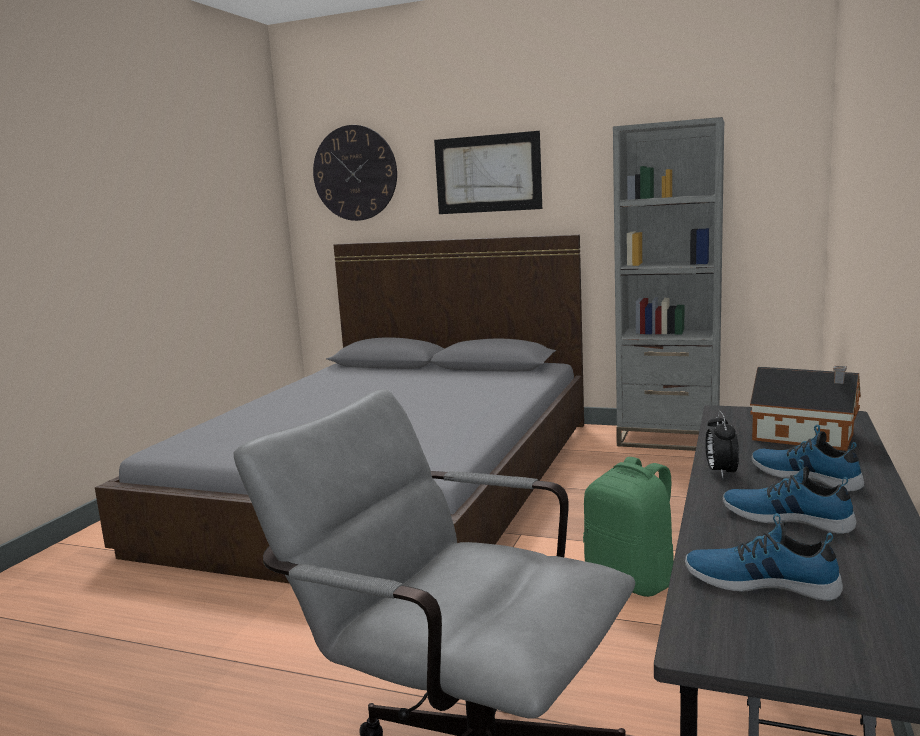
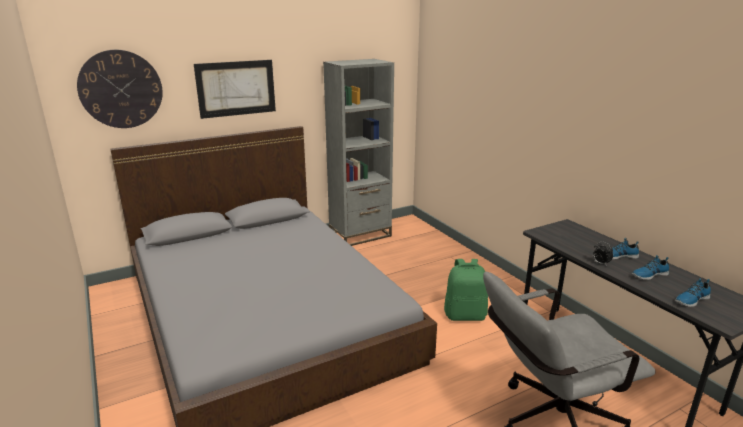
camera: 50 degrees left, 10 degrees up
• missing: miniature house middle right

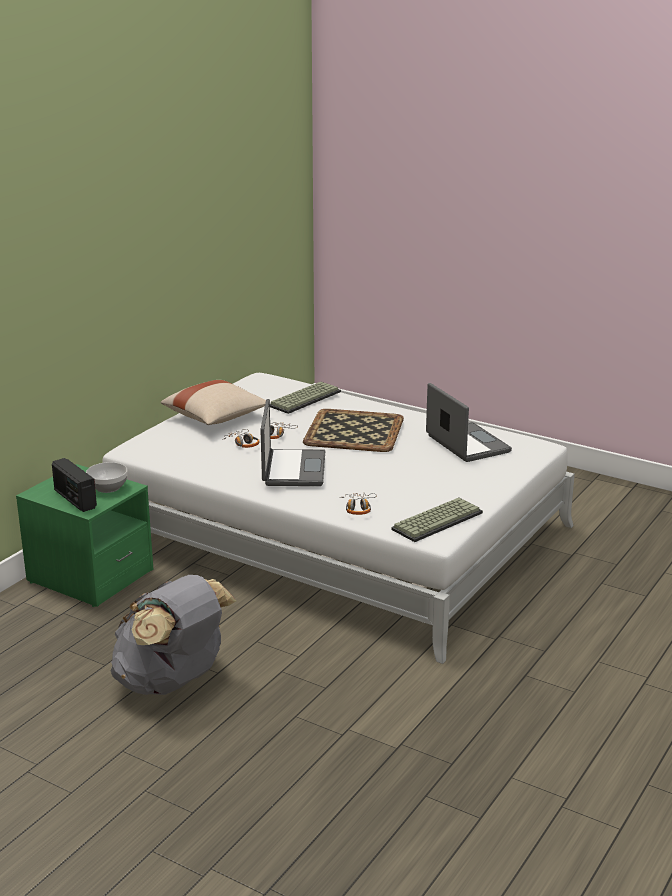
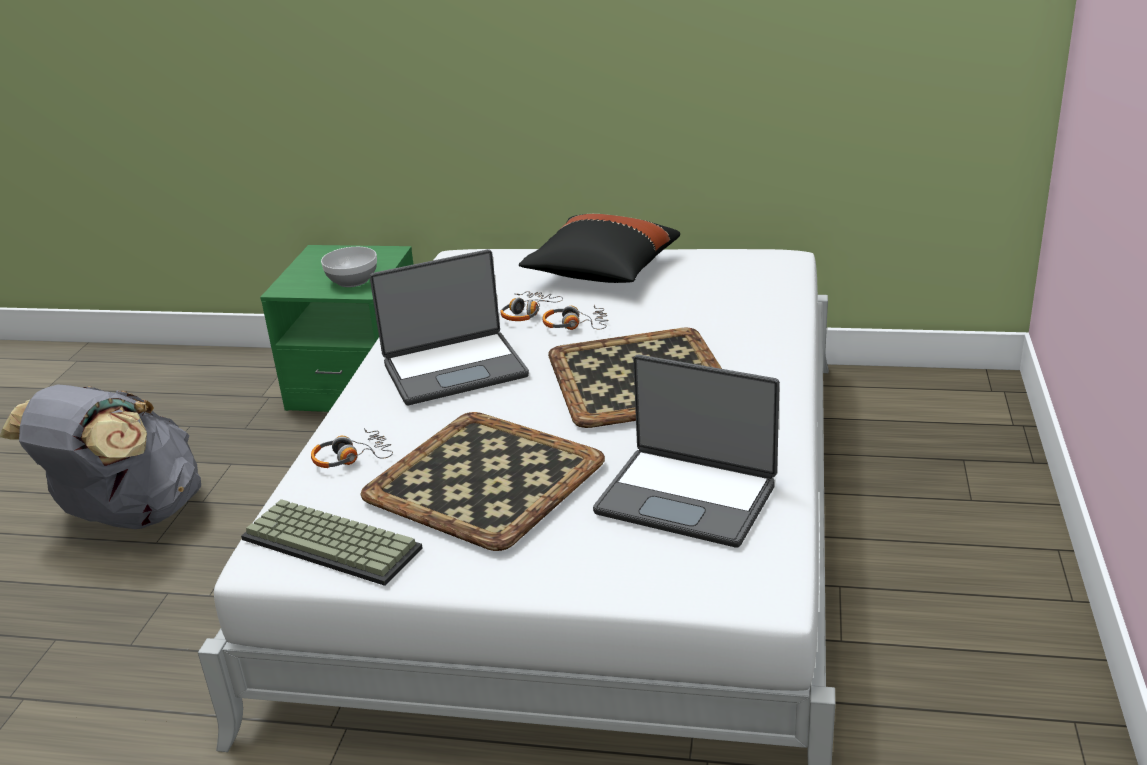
camera: 70 degrees right, 5 degrees up
• colour: beige throw pillow middle left to blackish throw pillow top centre
• missing: keyboard (no. 1 from left) centre
• spun: portable computer (no. 2 from left) middle right = centre 75 degrees clockwise
• missing: radio receiver middle left
• appeared: serving tray (no. 1 from left) centre

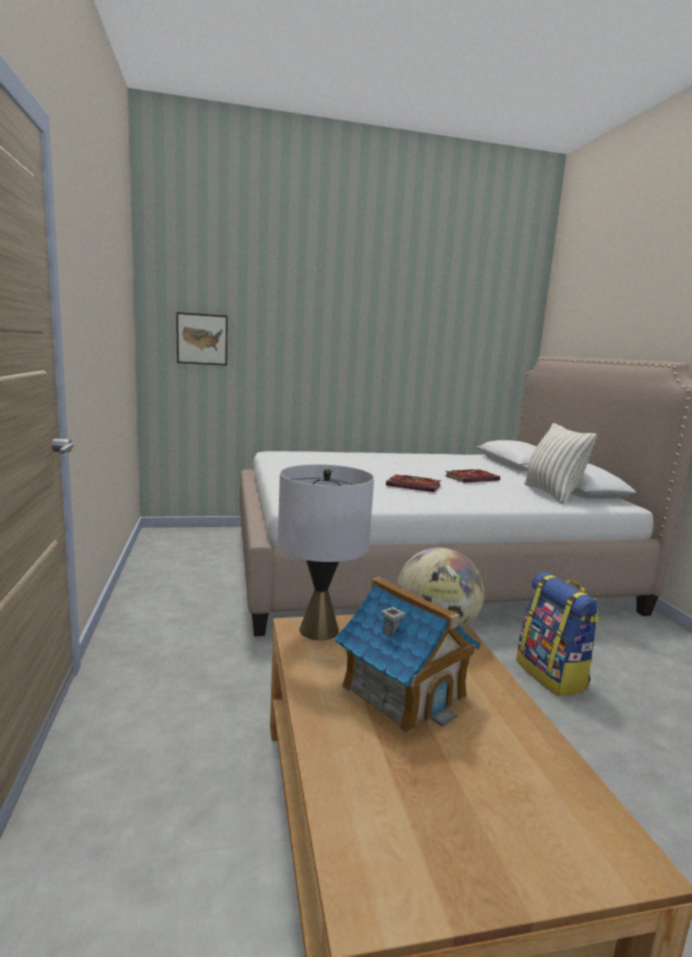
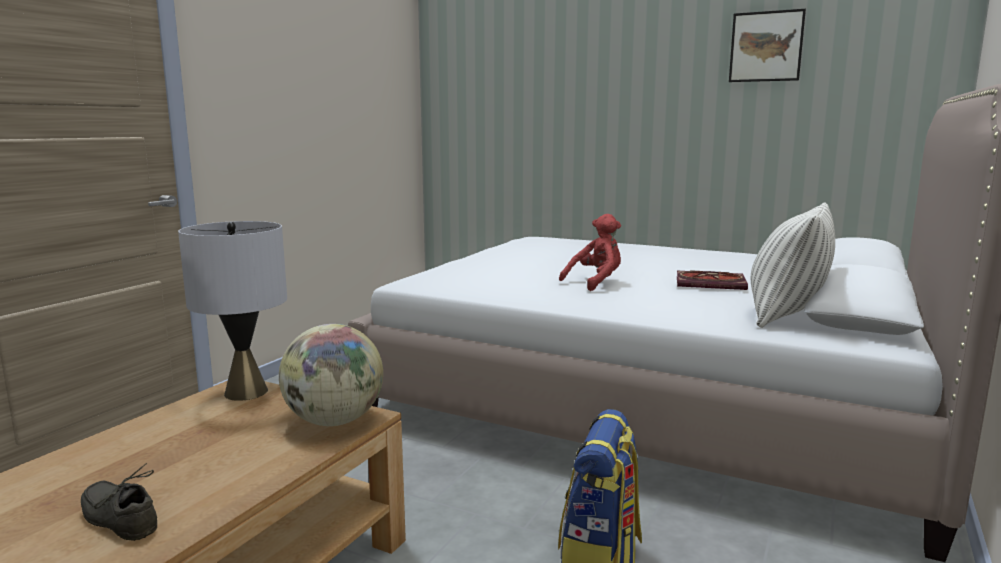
camera: 40 degrees right, 0 degrees up
• relocated: picture middle left to top right
• exchanged: volume (no. 1 from left) centre to red soft toy centre
• missing: miniature house bottom centre
• appeared: grey item of footwear bottom left

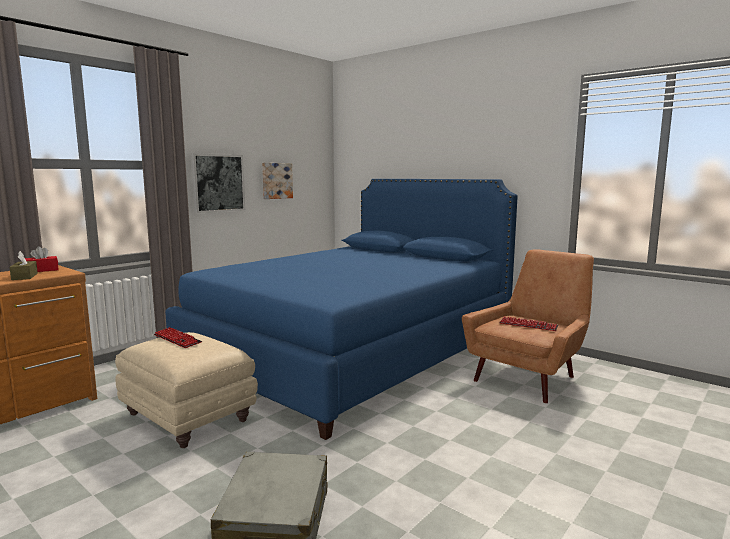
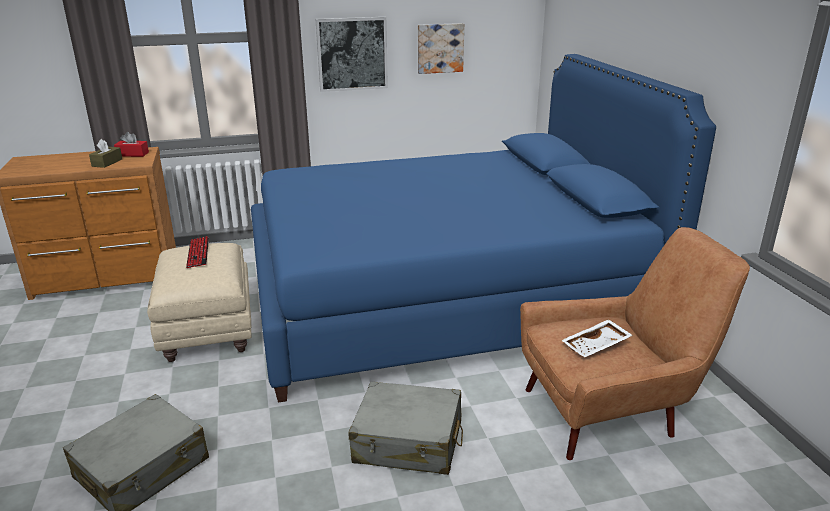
camera: 35 degrees right, 15 degrees up
• exchanged: keyboard (no. 2 from left) middle right to white serving tray middle right
• appeared: grey travel case (no. 2 from left) bottom centre

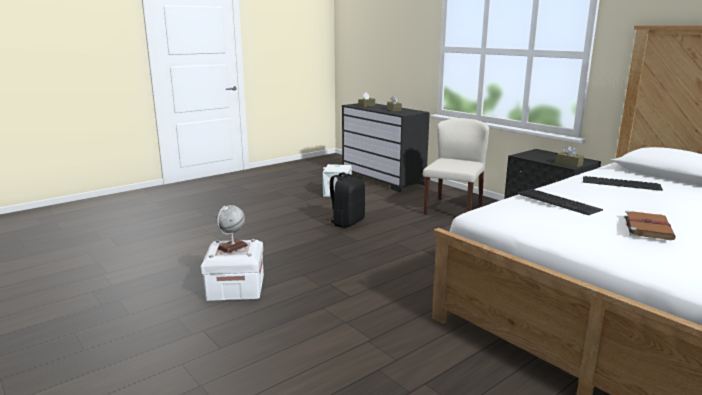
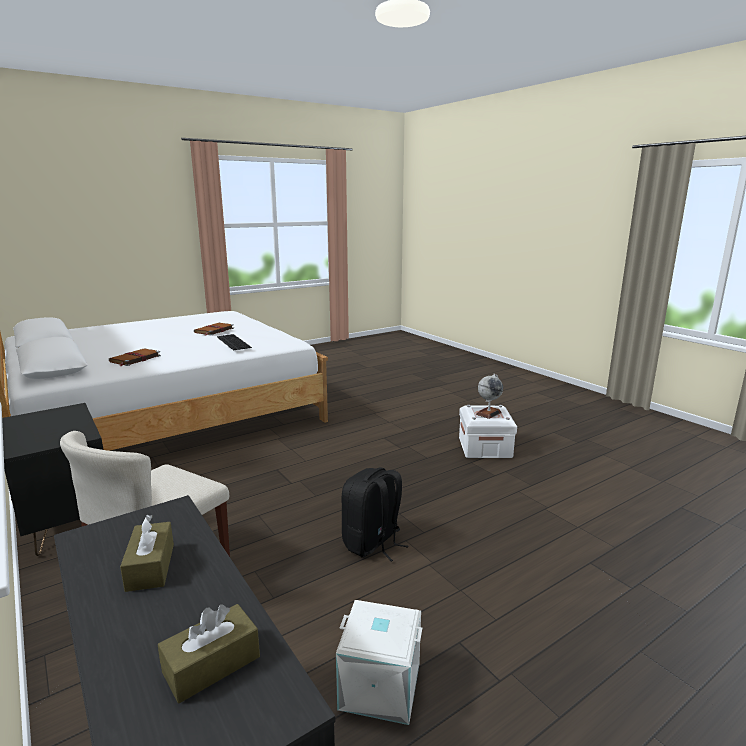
camera: 175 degrees left, 0 degrees up
• missing: brown tissue box (no. 3 from left) middle right
• exchanged: keyboard (no. 2 from left) middle right to brown volume (no. 1 from left) middle left

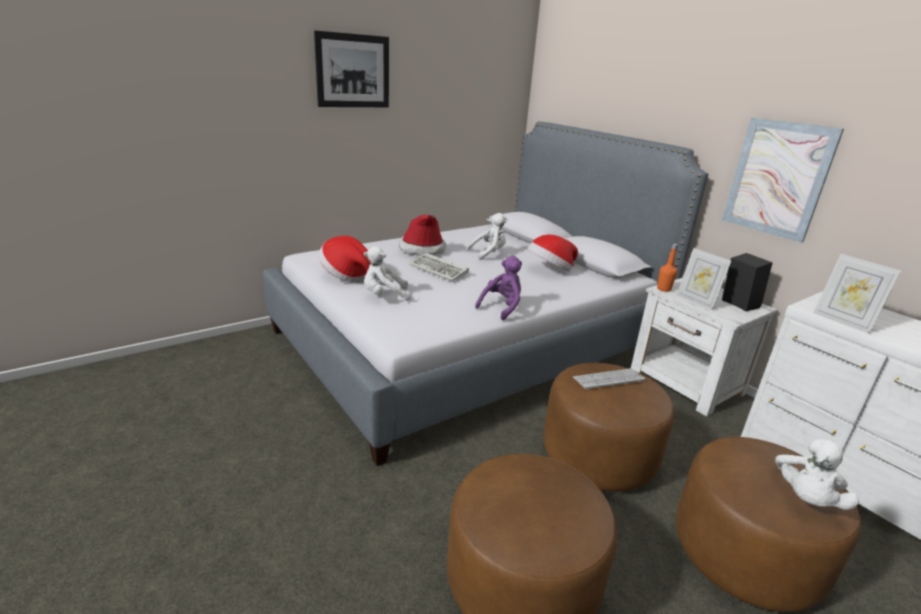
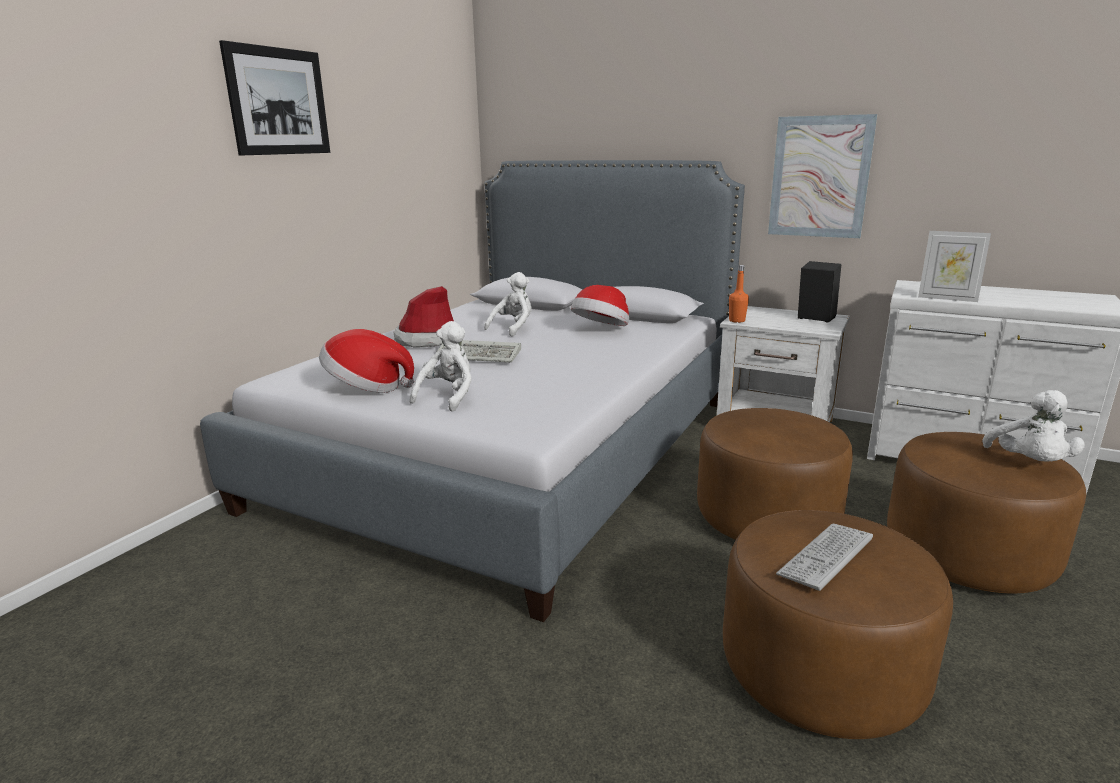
camera: 25 degrees left, 5 degrees down
• spun: white soft toy (no. 1 from left) centre = centre 150 degrees clockwise
• missing: standing frame (no. 1 from left) middle right
• missing: purple-coloured soft toy centre
• relocated: keyboard (no. 2 from left) centre to bottom right

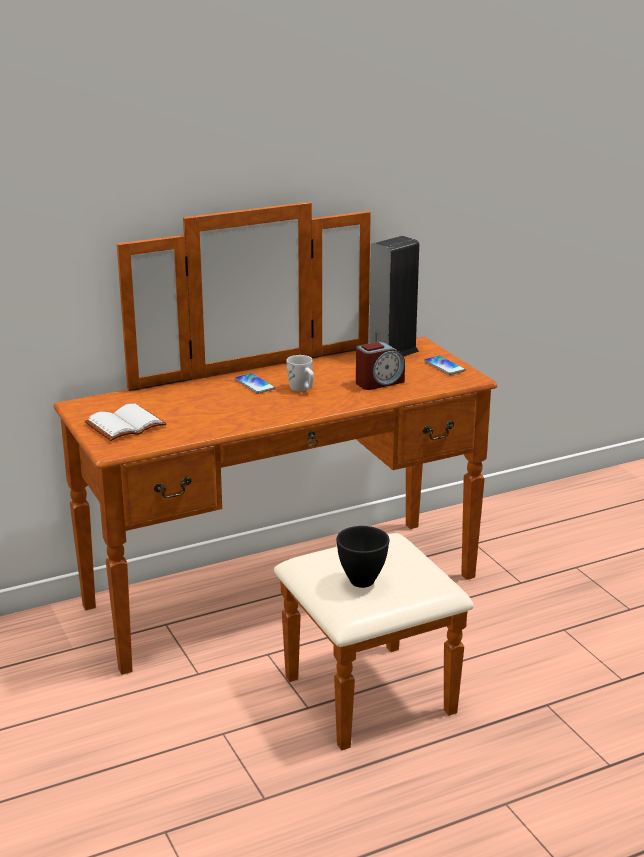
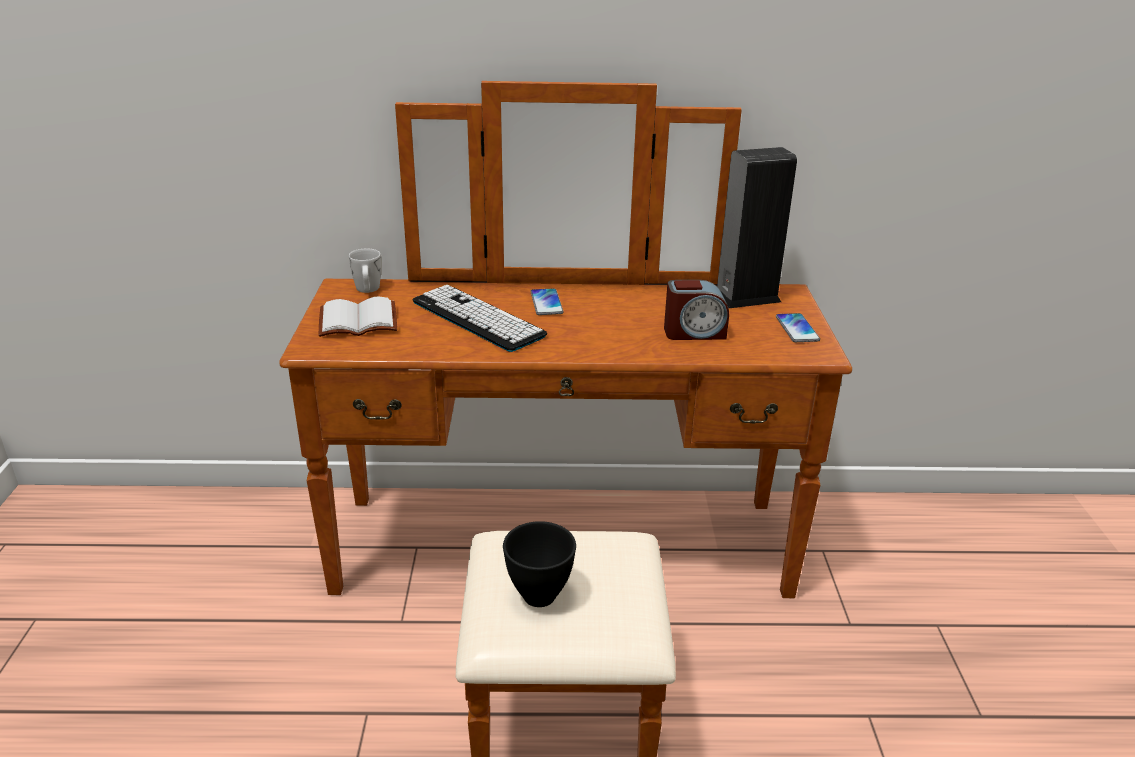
camera: 25 degrees right, 5 degrees up
• relocated: white tea mug centre to middle left
• appeared: keyboard centre

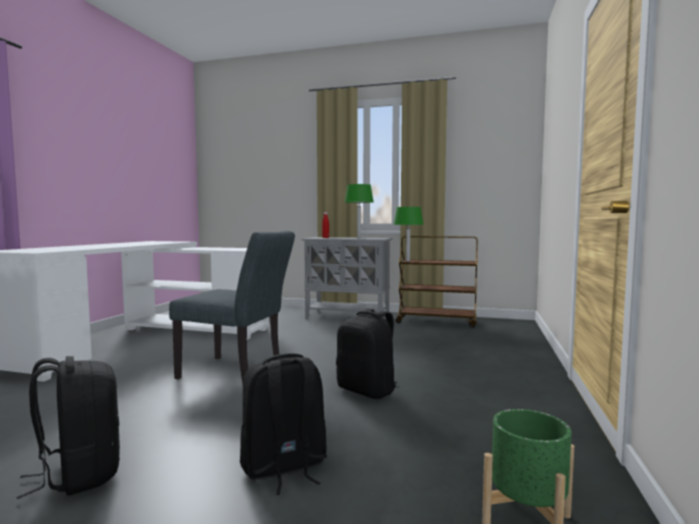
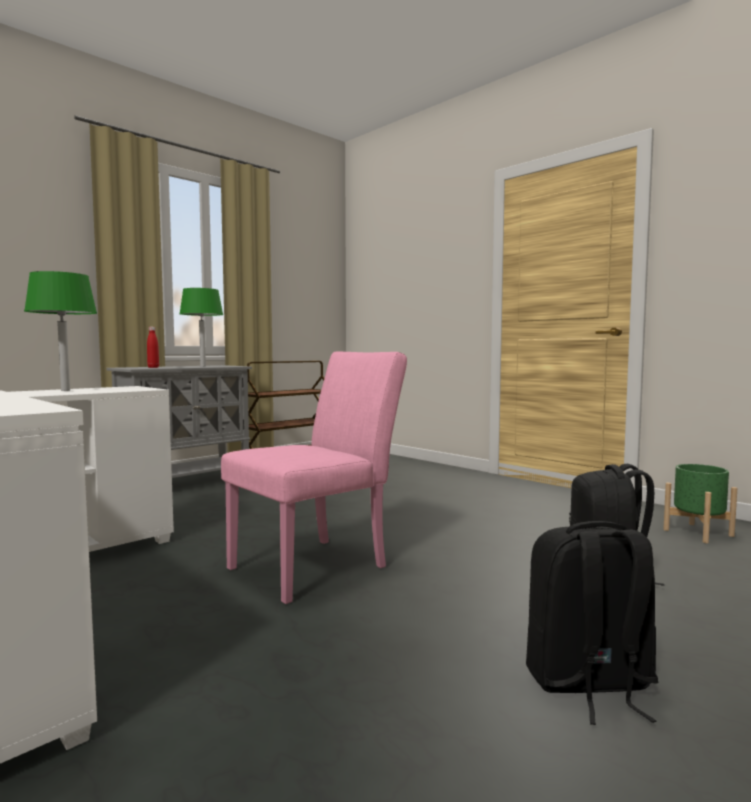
camera: 60 degrees left, 0 degrees up
• relocated: greenish tabletop lamp (no. 2 from left in the first image) centre to greenish tabletop lamp (no. 1 from left) middle left
• colour: grey plain chair middle left to pink-coloured plain chair centre
• missing: blackish rucksack (no. 3 from left) bottom centre

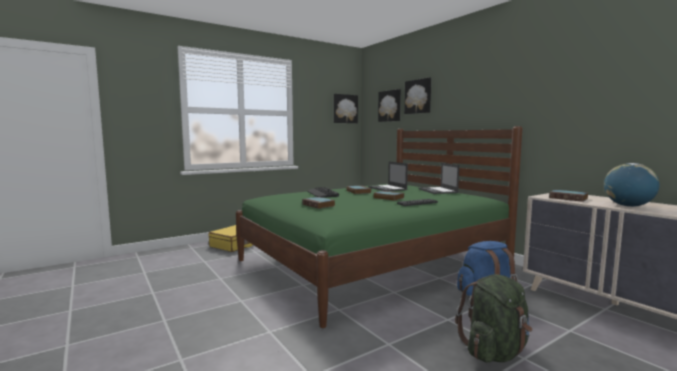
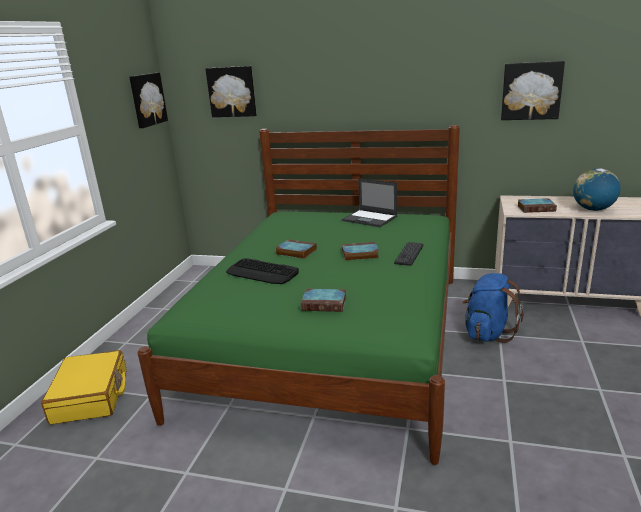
camera: 40 degrees left, 15 degrees up
• relocated: picture (no. 3 from left) top centre to top right
• missing: portable computer (no. 1 from left) centre
• missing: greenish rucksack bottom right

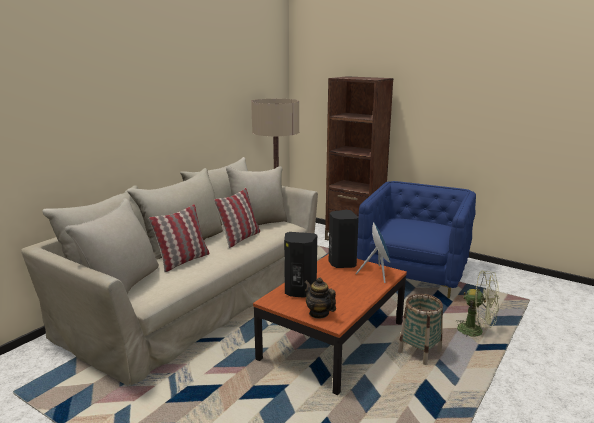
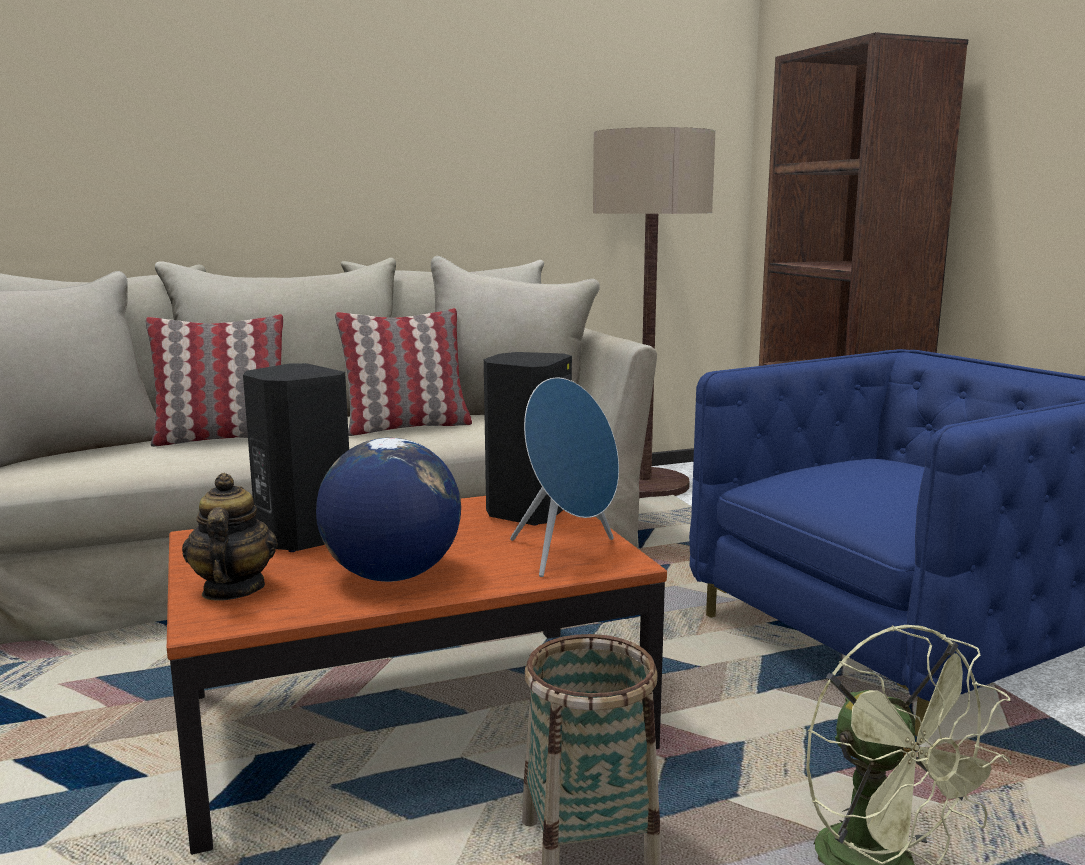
camera: 35 degrees right, 5 degrees down
• appeared: globe centre

